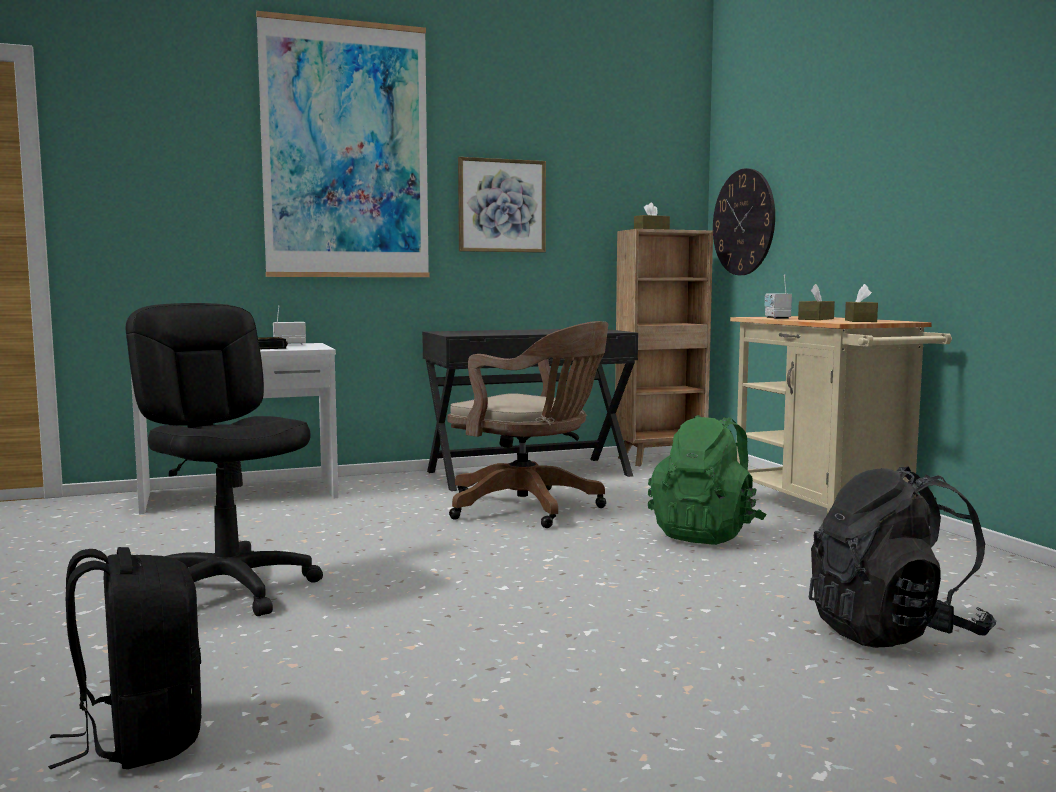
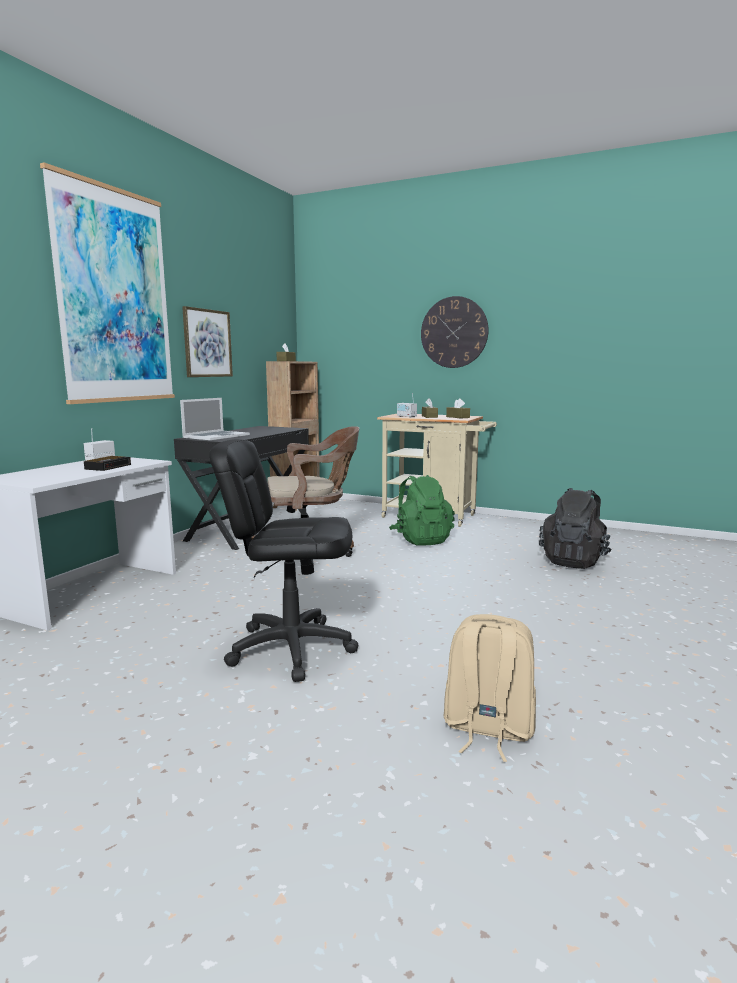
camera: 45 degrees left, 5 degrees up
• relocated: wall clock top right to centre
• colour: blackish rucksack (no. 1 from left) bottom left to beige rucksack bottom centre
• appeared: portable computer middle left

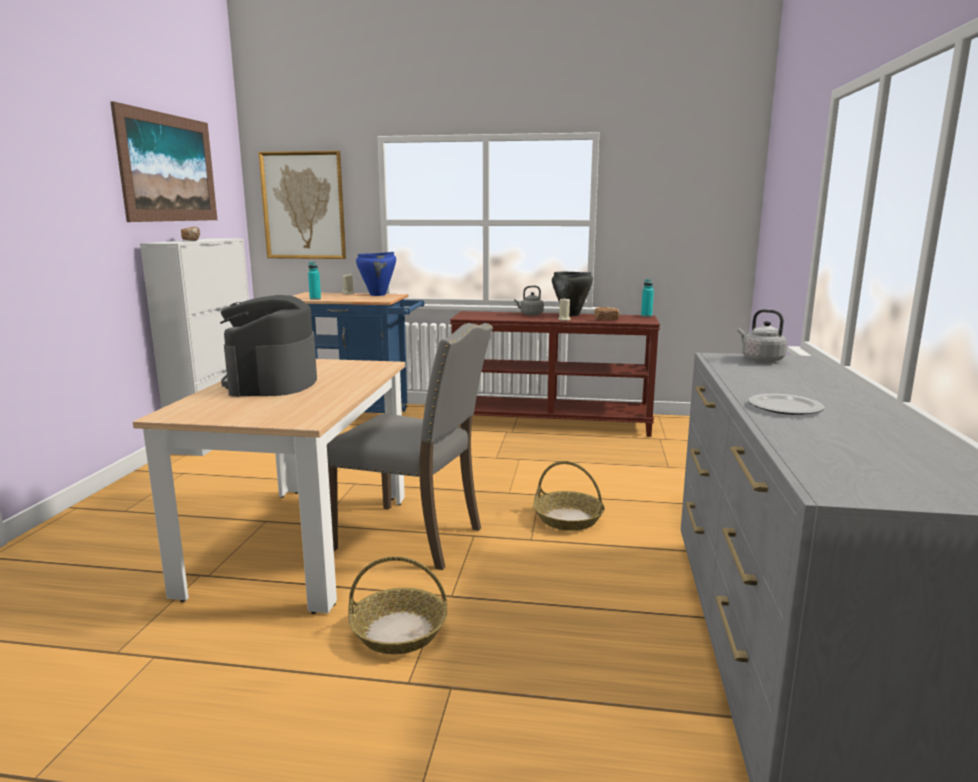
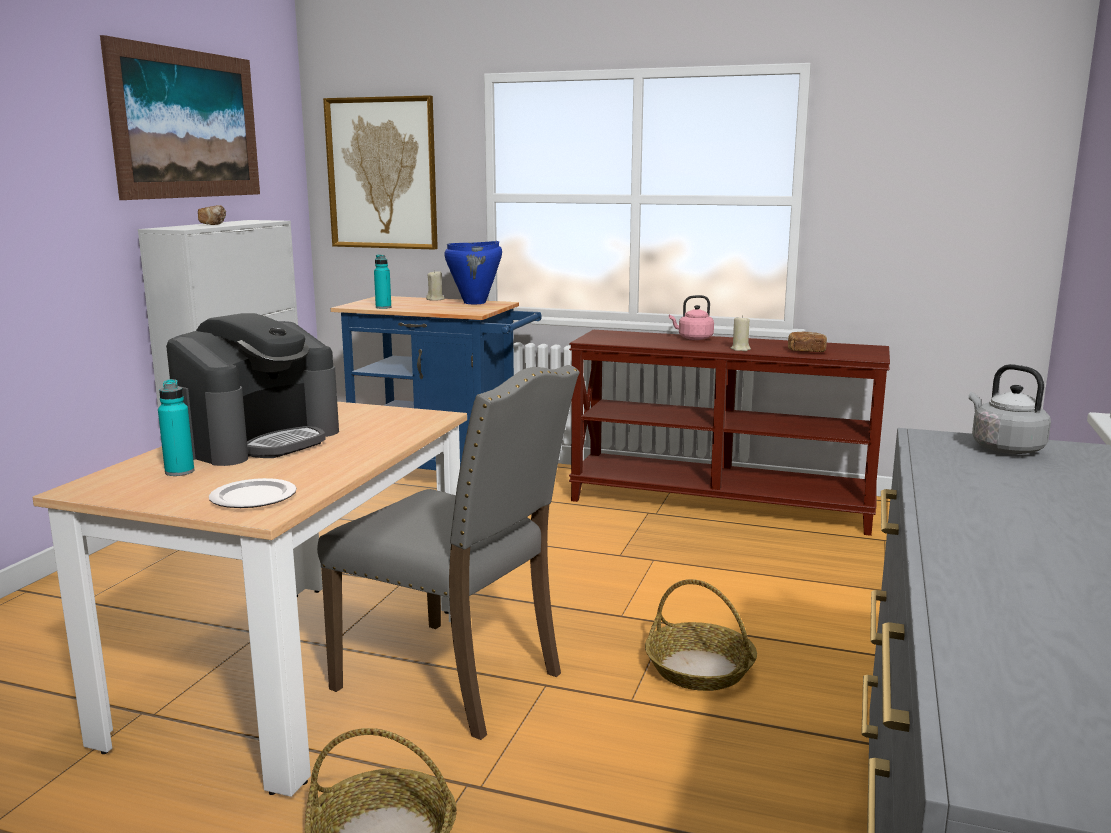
camera: 10 degrees right, 0 degrees up
• missing: blackish cooking pot centre
• relocated: turquoise beverage bottle (no. 2 from left in the first image) centre to turquoise beverage bottle (no. 1 from left) middle left
• colour: grey water kettle (no. 1 from left) centre to pink-coloured water kettle centre
• spun: coffee brewer middle left = middle left 150 degrees counterclockwise
• relocated: dinner plate middle right to middle left

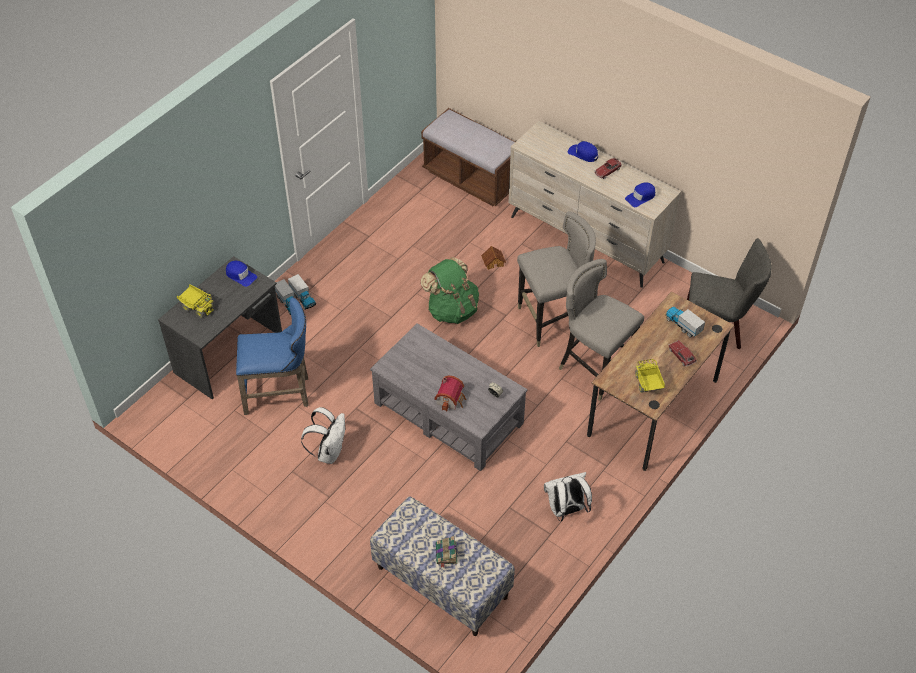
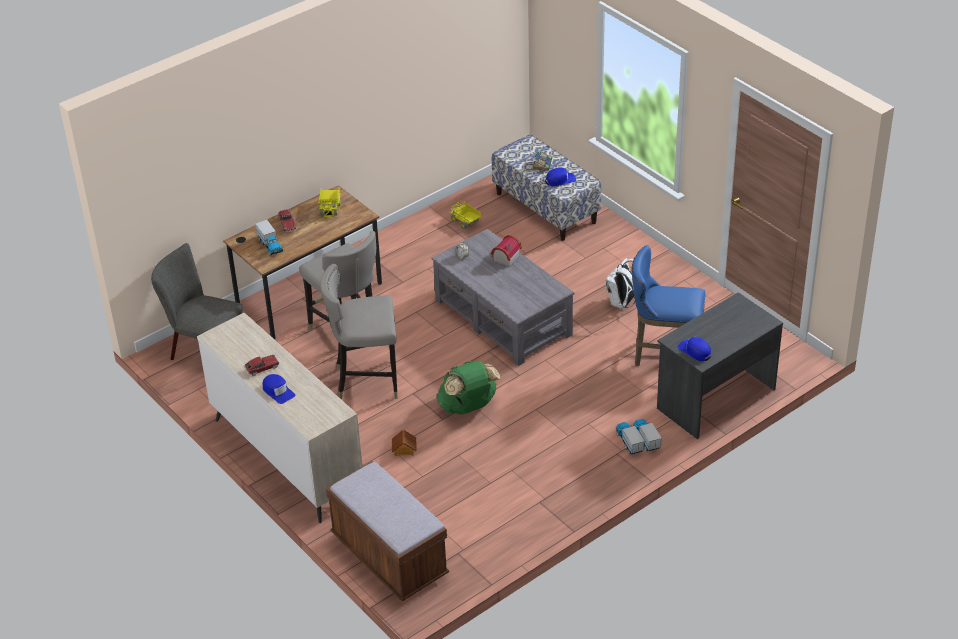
camera: 165 degrees left, 10 degrees down
• relocated: blue-coloured peaked cap (no. 3 from left in the first image) top right to blue-coloured peaked cap (no. 2 from left) top centre
• relocated: toy lorry (no. 1 from left in the first image) middle left to toy lorry (no. 3 from left) centre
• missing: white rucksack (no. 2 from left) bottom centre

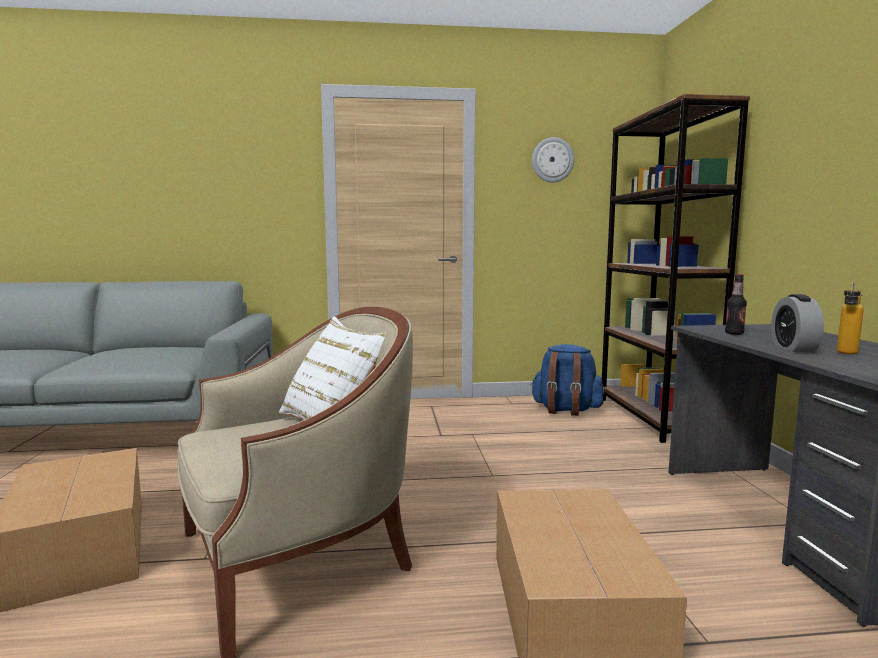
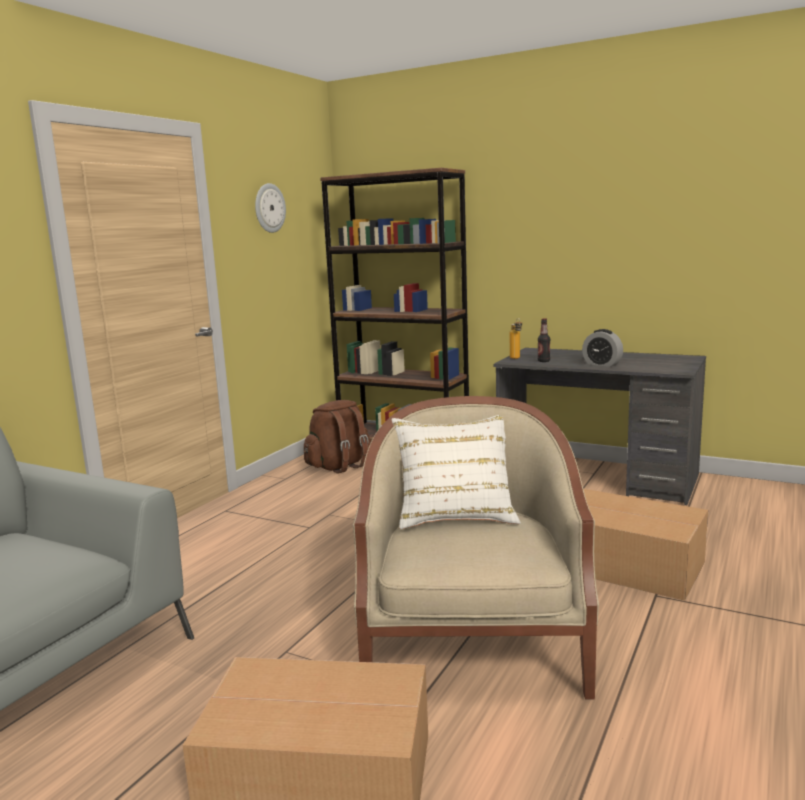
camera: 55 degrees left, 5 degrees up
• relocated: beverage bottle (no. 2 from left in the first image) middle right to beverage bottle (no. 1 from left) centre
• colour: blue-coloured rucksack centre to brown rucksack centre

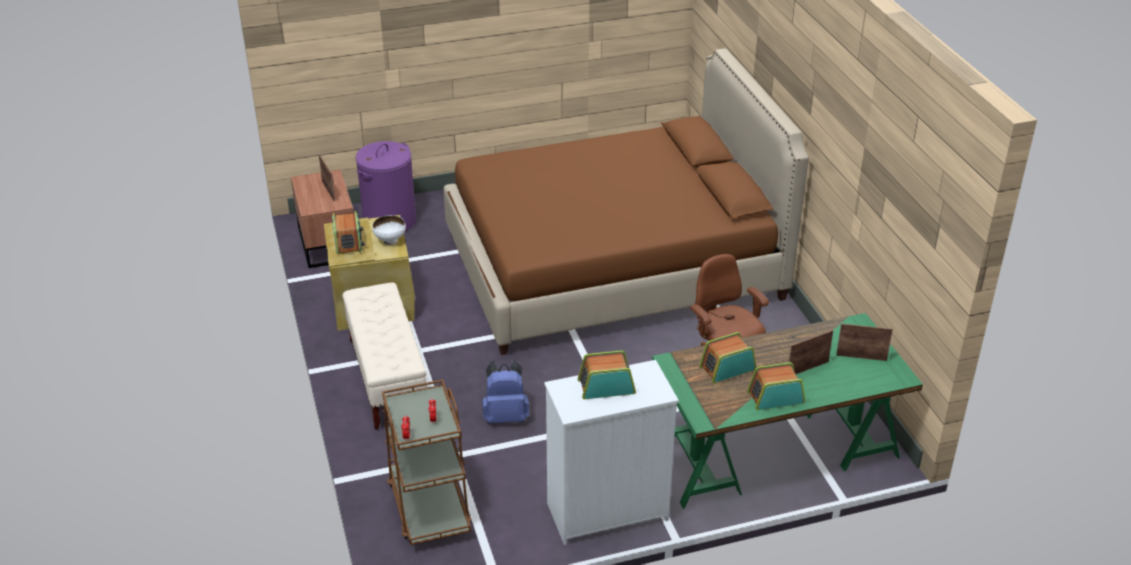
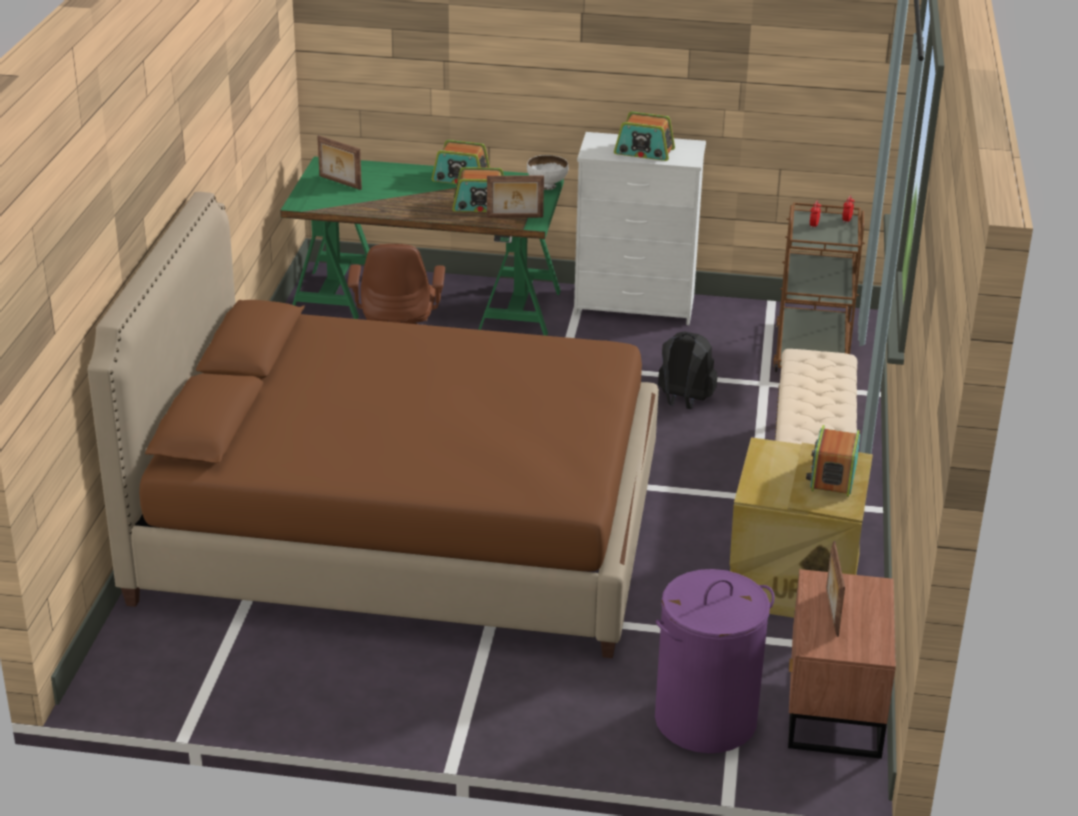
camera: 155 degrees left, 5 degrees down
• relocated: white bowl centre to top centre
• relocated: standing frame (no. 2 from left) middle right to top centre
• colour: blue-coloured rucksack bottom centre to blackish rucksack centre

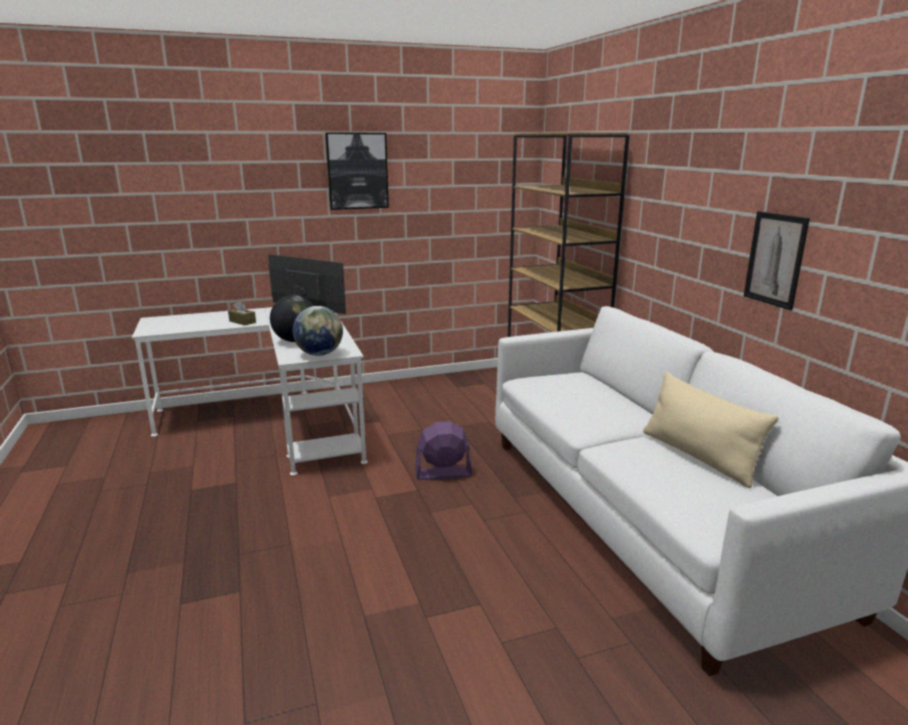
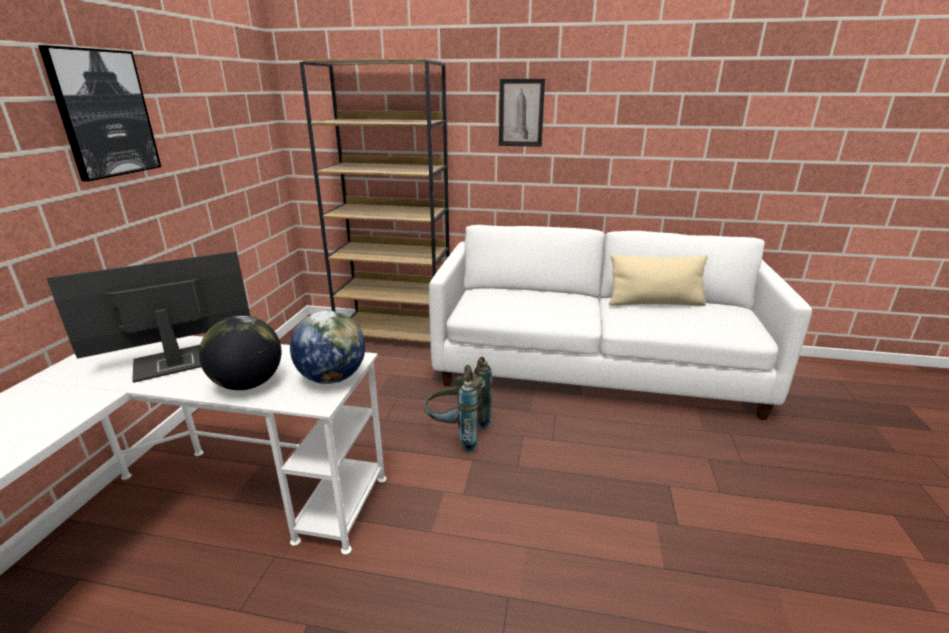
camera: 60 degrees left, 5 degrees up
• relocated: picture (no. 2 from left) middle right to top centre
• missing: brown tissue box middle left
• exchanged: purple-coloured electric fan centre to grey rucksack centre

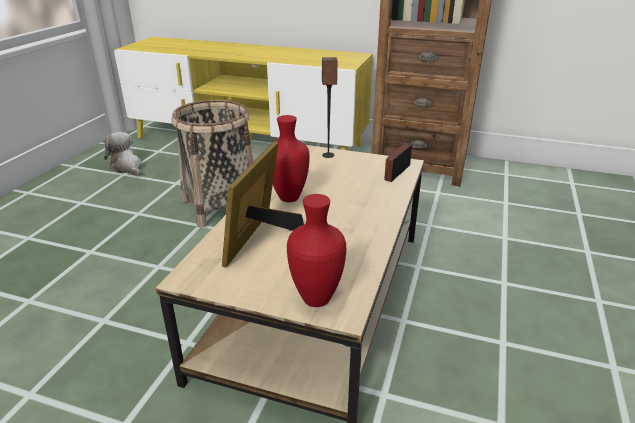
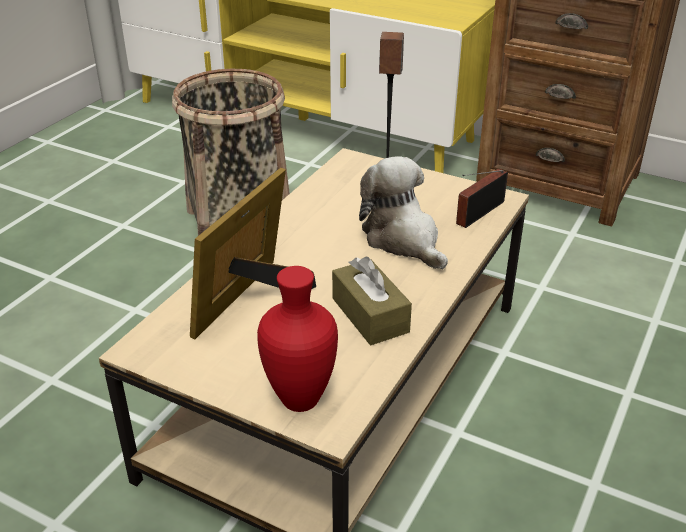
camera: 10 degrees right, 5 degrees up
• missing: red decorative vase (no. 1 from left) centre
• relocated: soft toy middle left to centre
• appeared: brown tissue box centre

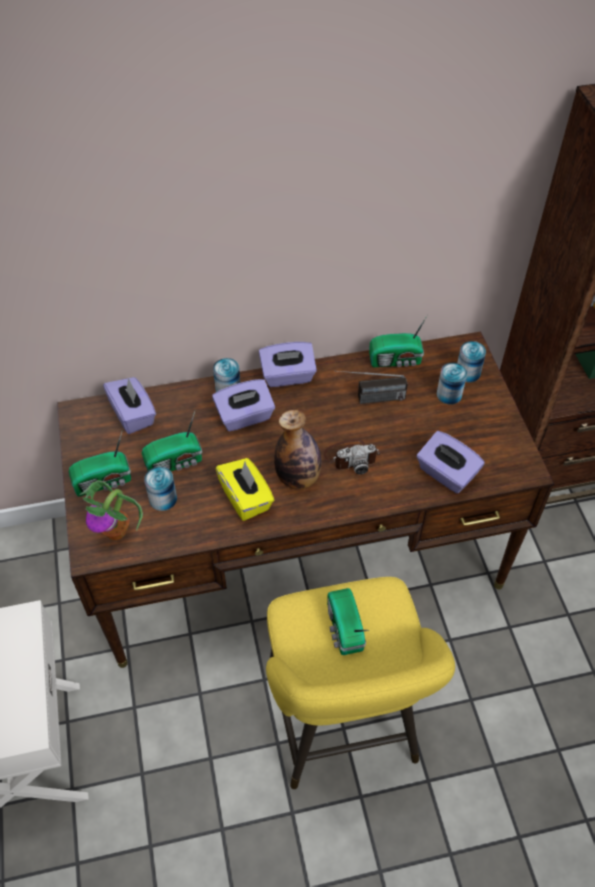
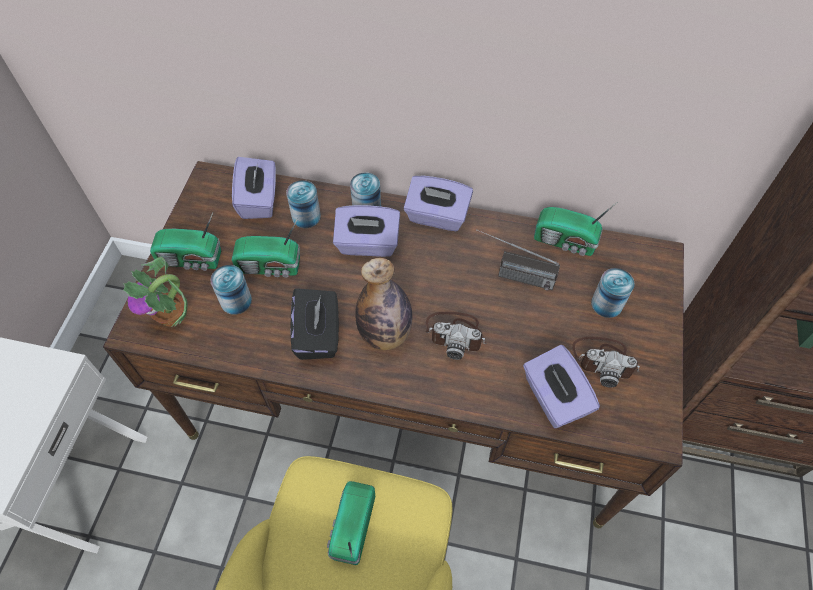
camera: 25 degrees right, 5 degrees up
• relocated: can (no. 4 from left in the first image) middle right to can (no. 2 from left) centre
• colour: yellow-coloured tissue box centre to blackish tissue box centre
• appeared: photo camera (no. 2 from left) middle right

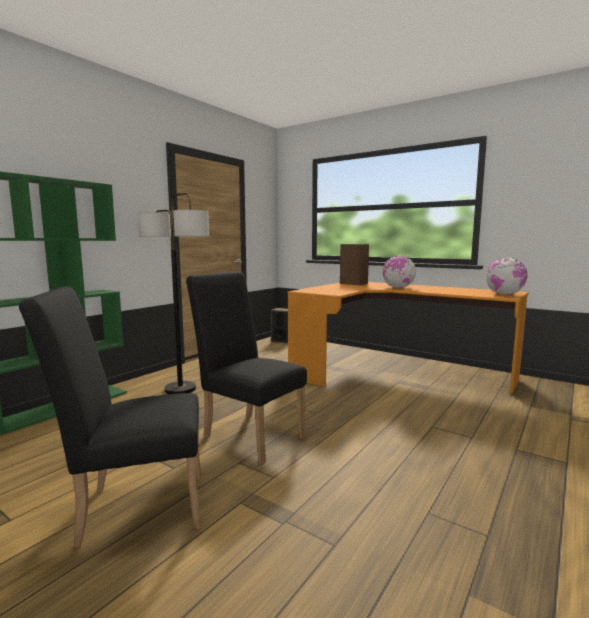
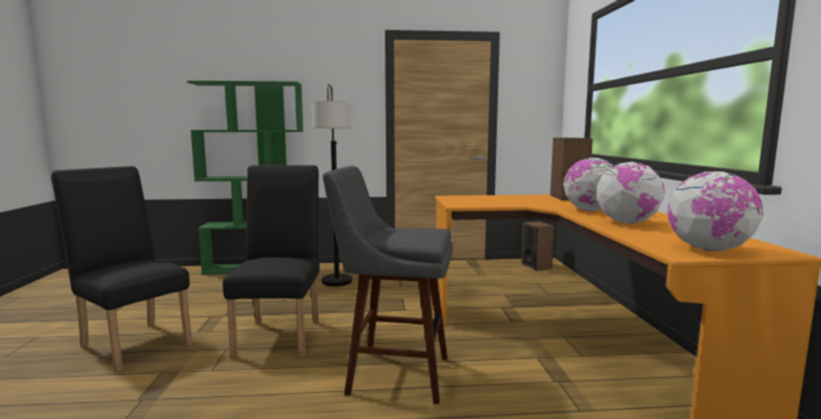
camera: 50 degrees right, 0 degrees up
• appeared: globe (no. 2 from left) middle right
• appeared: grey stool bottom centre

